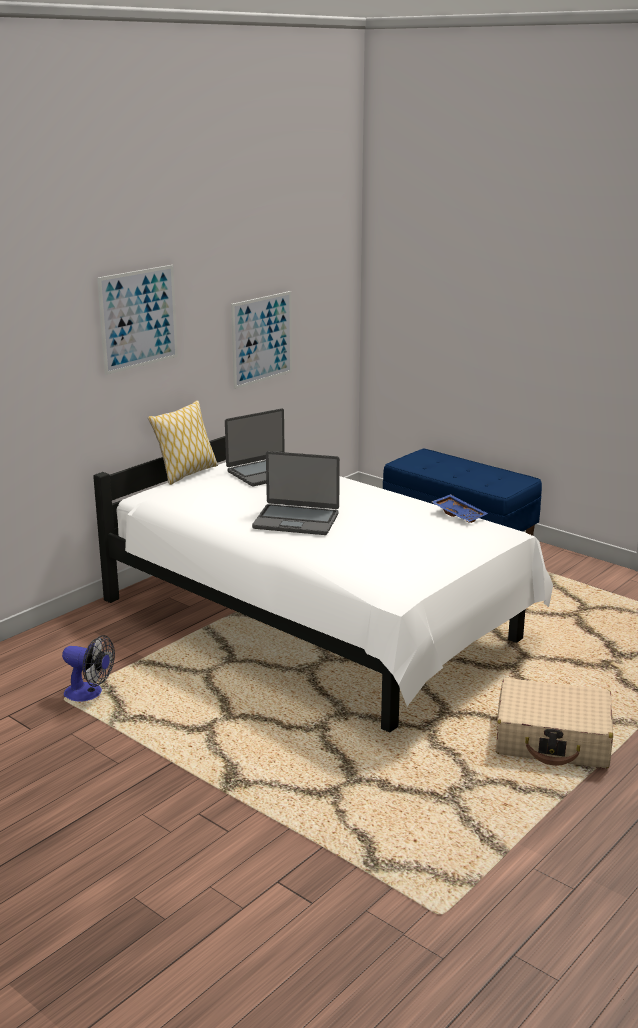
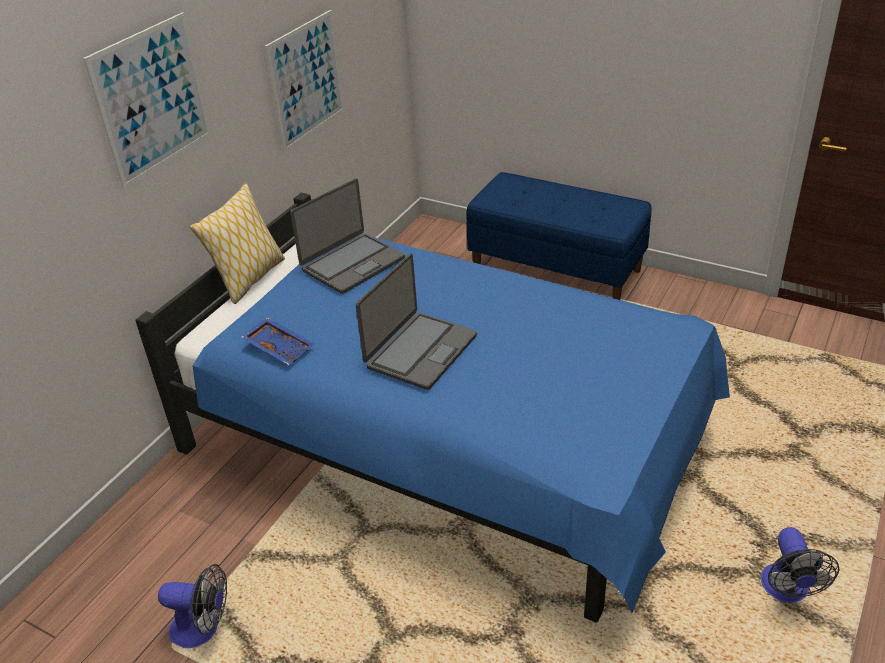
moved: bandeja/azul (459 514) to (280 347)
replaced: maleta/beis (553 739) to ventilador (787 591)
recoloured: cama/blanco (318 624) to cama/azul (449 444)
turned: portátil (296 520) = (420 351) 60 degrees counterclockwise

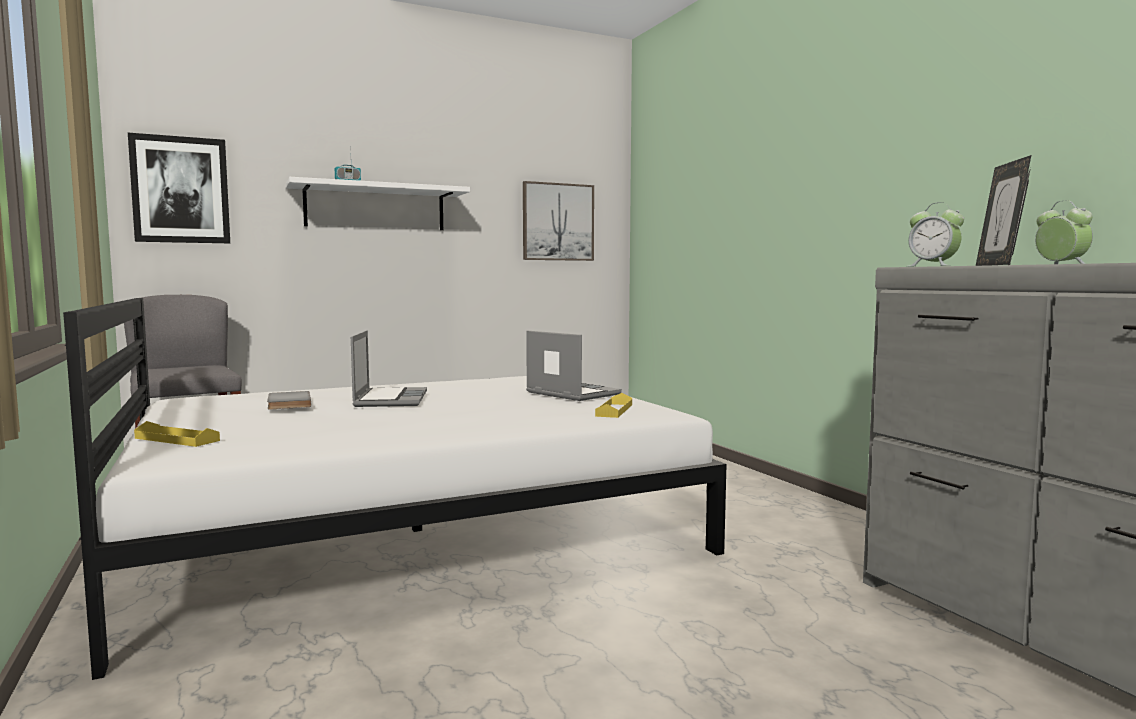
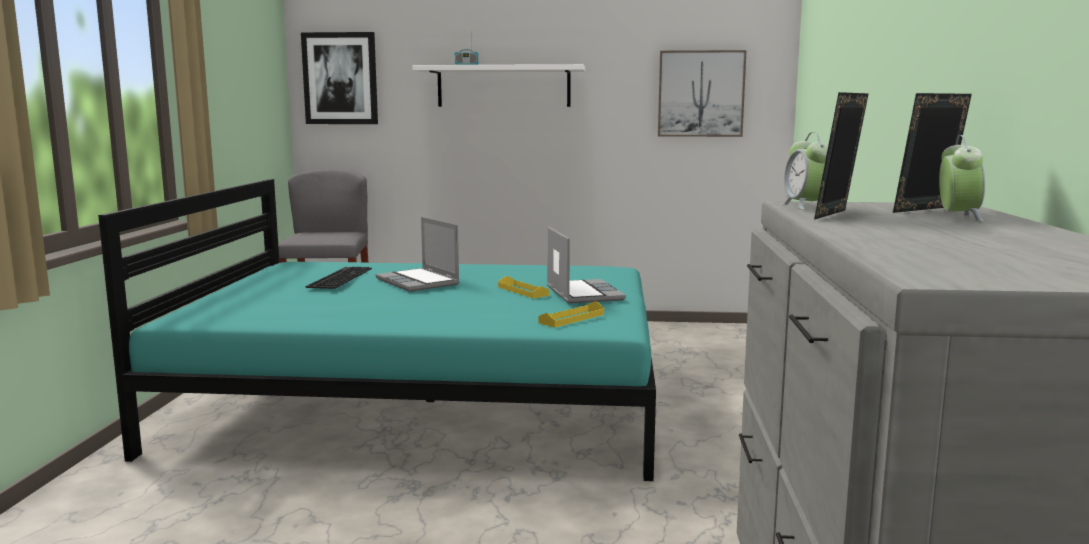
moved: bandeja/amarillo (177 439) to (523 291)
replaced: libro/gris (287 403) to teclado (339 277)
recoloured: cama/blanco (410 530) to cama/turquesa (425 400)
turned: portátil (390 399) = (419 282) 120 degrees clockwise

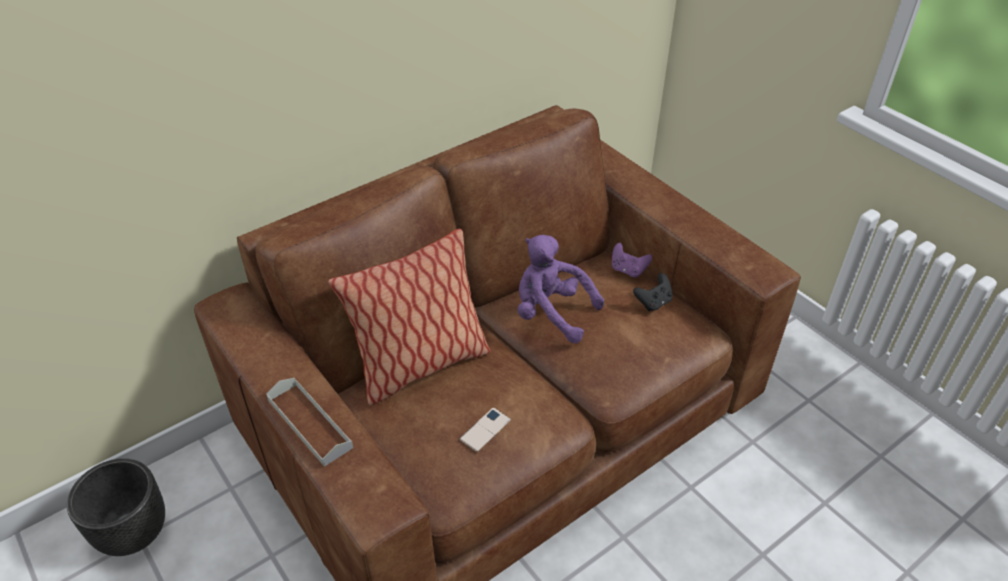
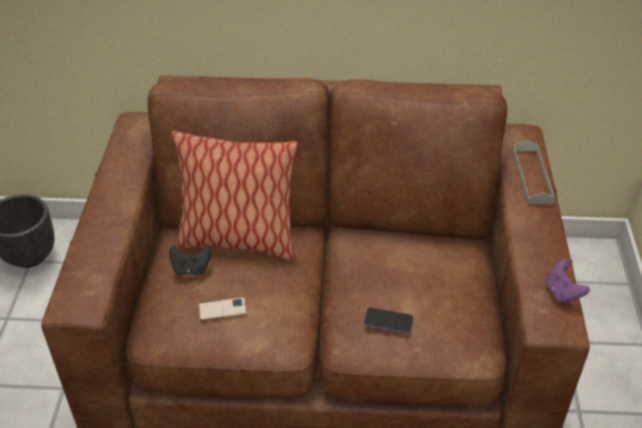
removed: peluche/morado (551 313)
added: móvil (388 322)
moved: mando de consola/negro (653 302) to (191 269); bandeja/gris (309 423) to (532 176); mando de consola/morado (628 270) to (562 292)

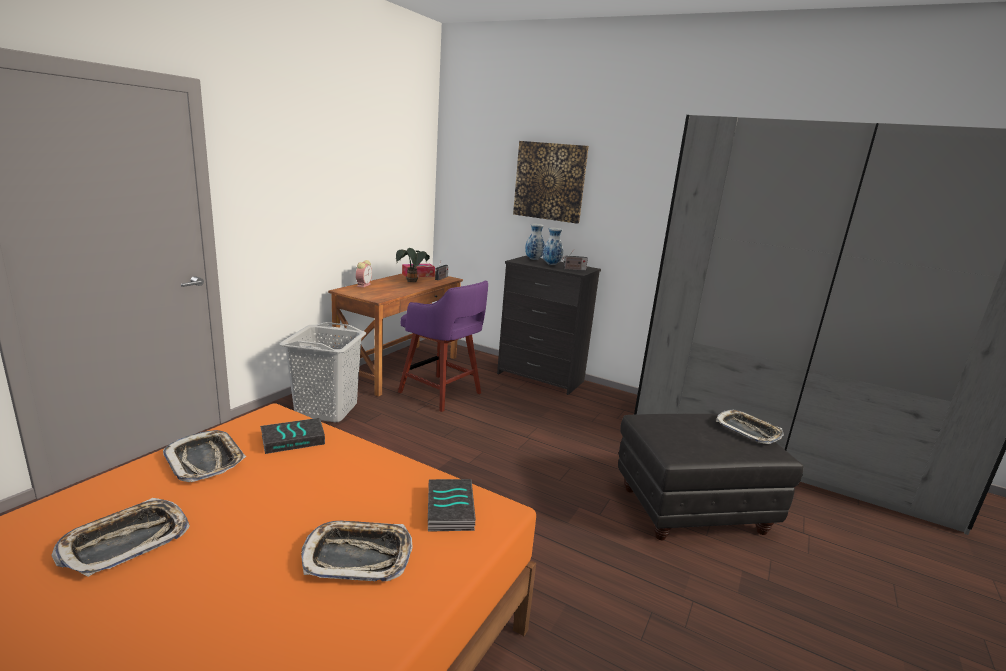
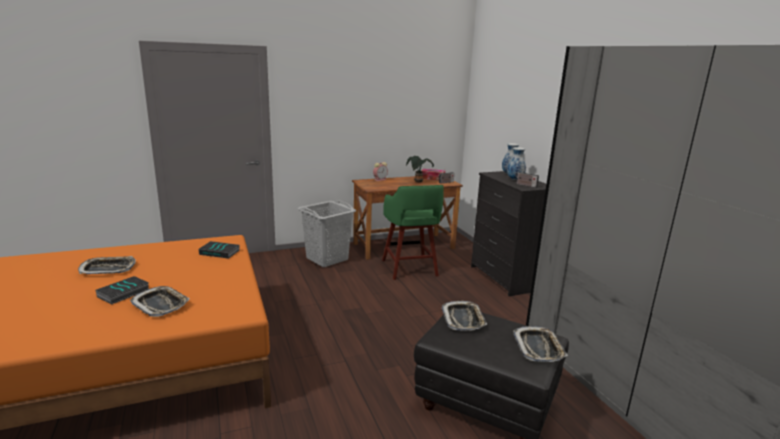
removed: cuadro (550 181)
moved: libro (451 510) to (123 293); bandeja (205 460) to (463 319)
recoloured: taburete/morado (442 393) to taburete/verde (409 269)

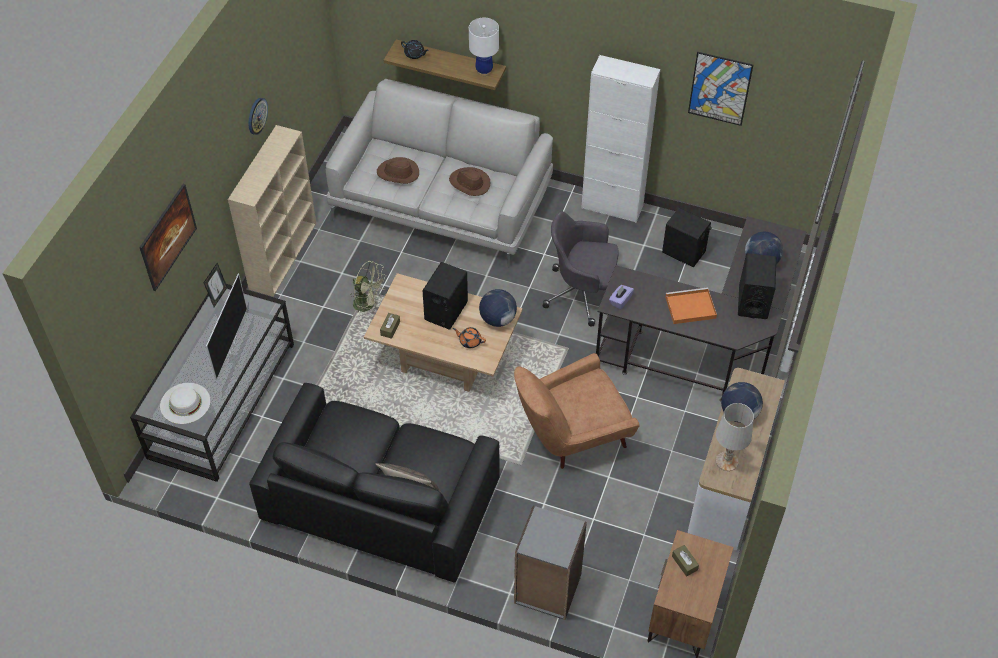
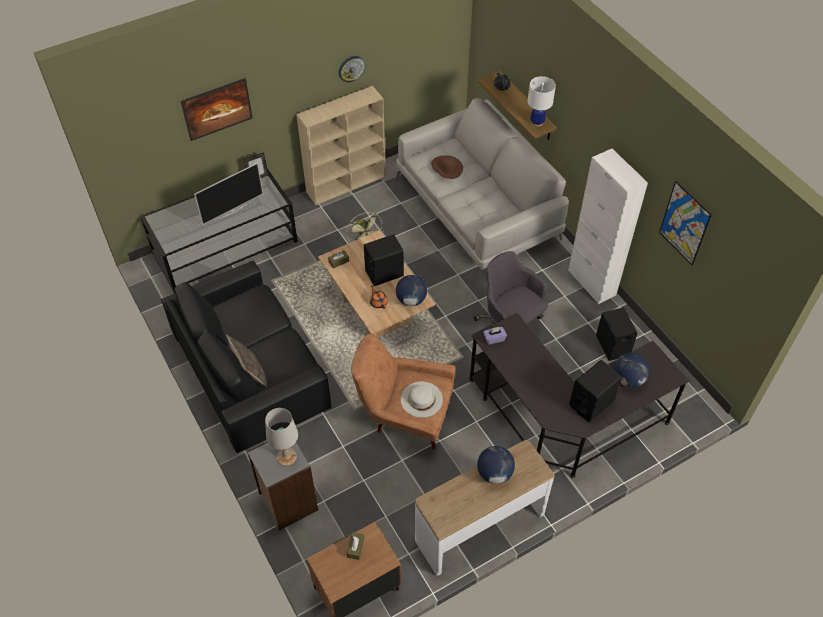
removed: sombrero/marrón (469 183); bandeja/naranja (689 308)
moved: lámpara de mesa/blanco (726 461) to (287 456); sombrero/blanco (185 403) to (421 399)

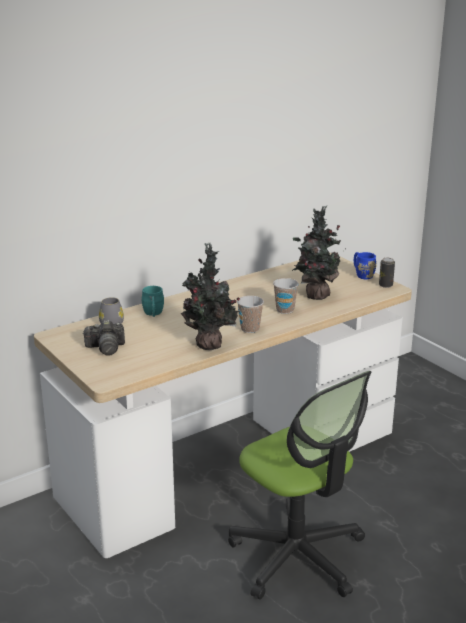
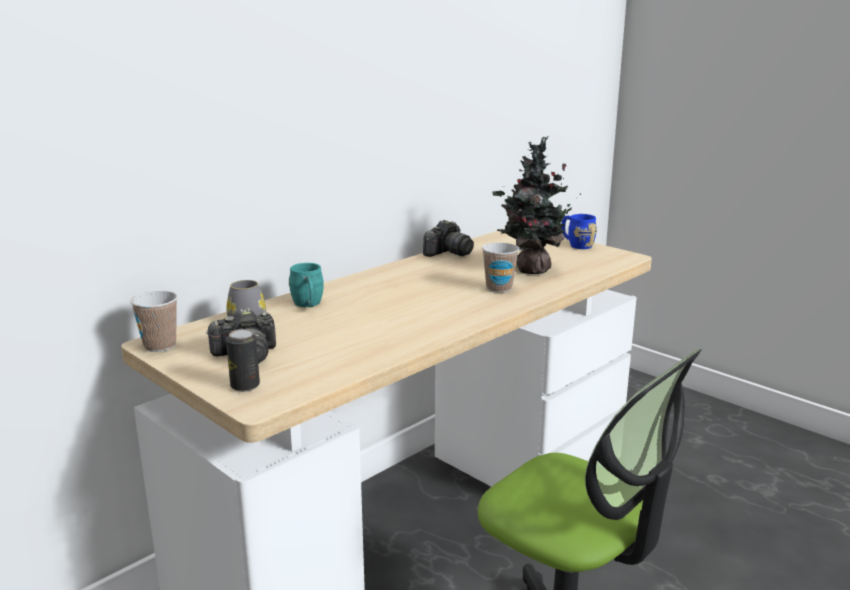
removed: planta en maceta (210 346)
added: cámara (448 253)
moved: taza (250 329) to (160 346); lata (385 285) to (245 386)

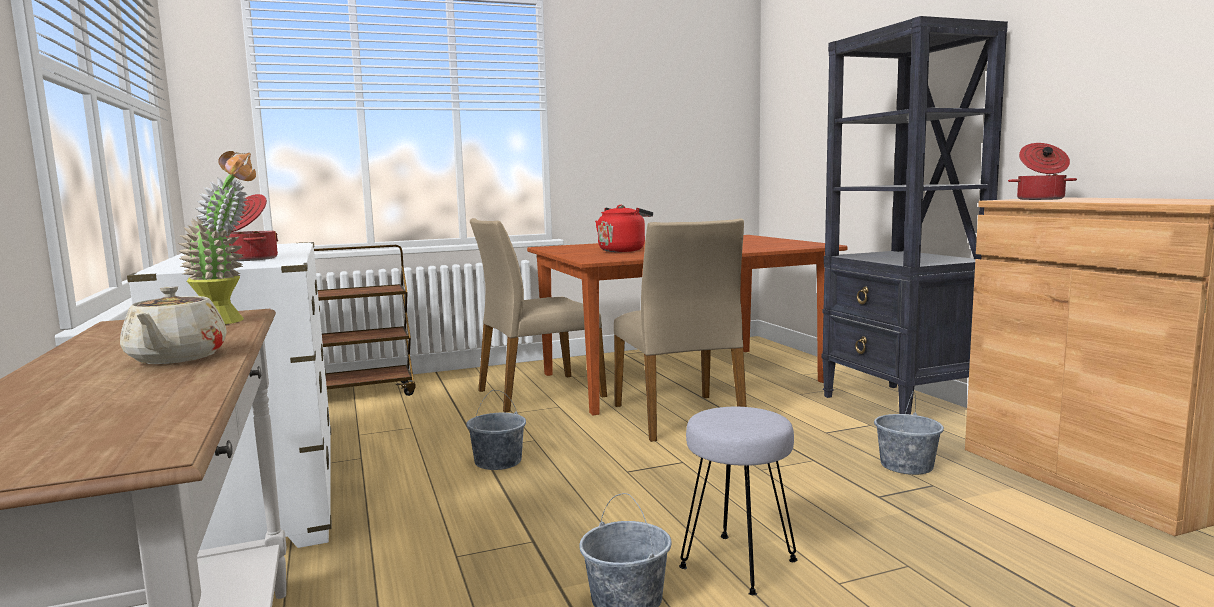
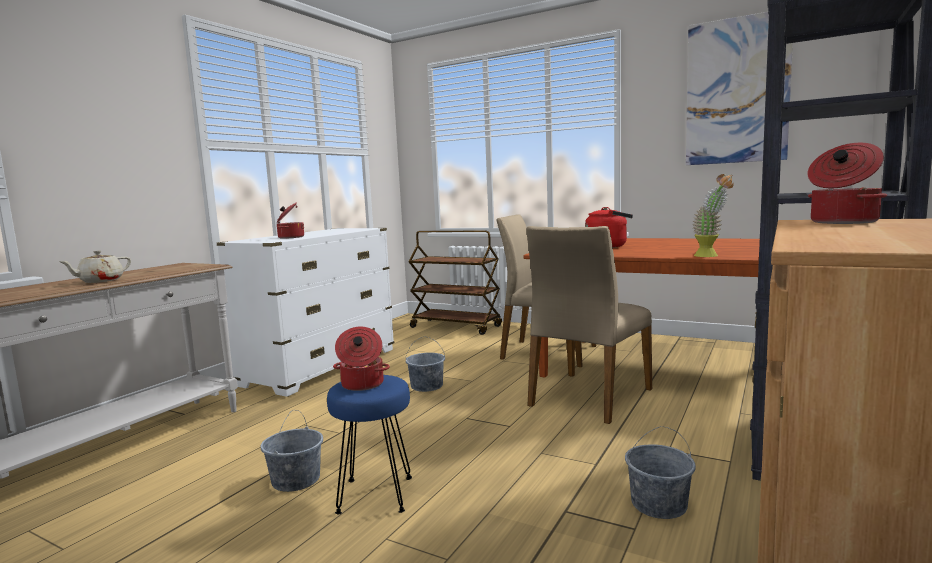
added: olla (362 385); cuadro (736 91)
moved: planta en maceta (230 321) to (711 256)
recoloured: taburete/gris (739 563) to taburete/azul (376 495)

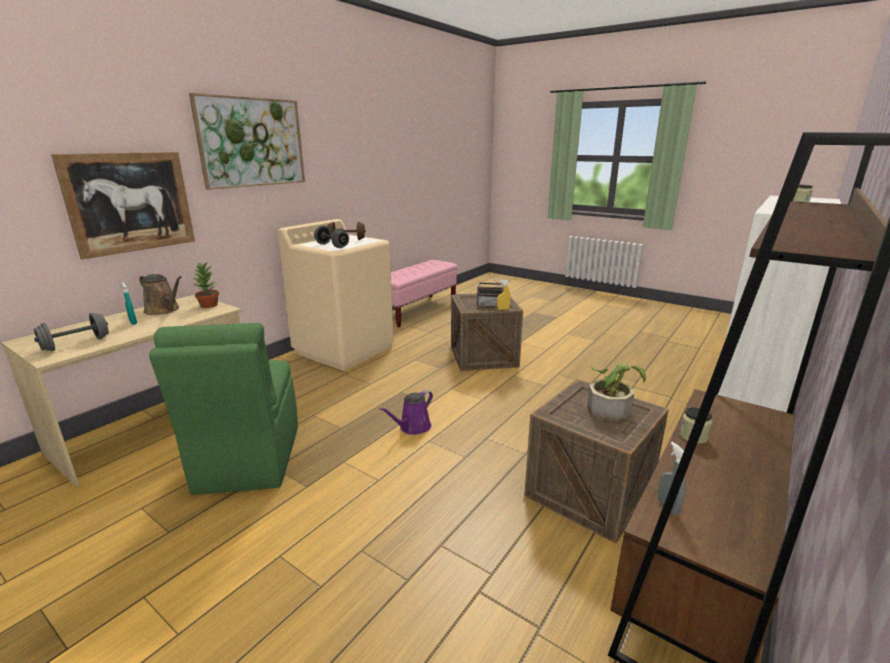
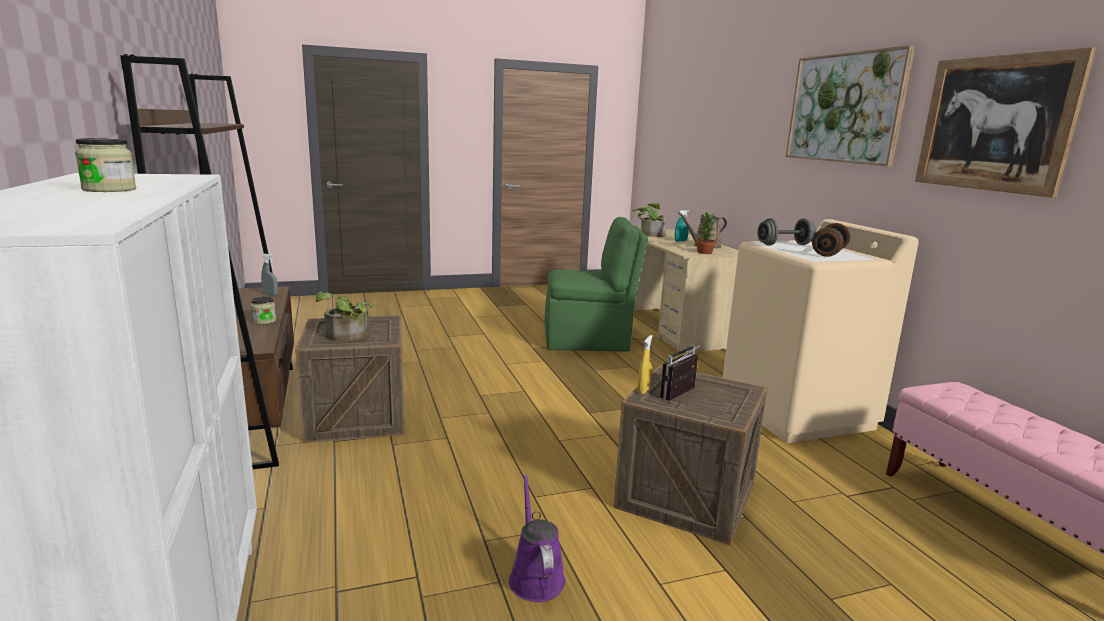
moved: regadera/morado (413 428) to (535 577); cuadro (130 202) to (995 123)
replaced: mancuerna/gris (76 344) to planta en maceta (649 234)
turned: silla/verde (248 460) = (589 341) 150 degrees clockwise

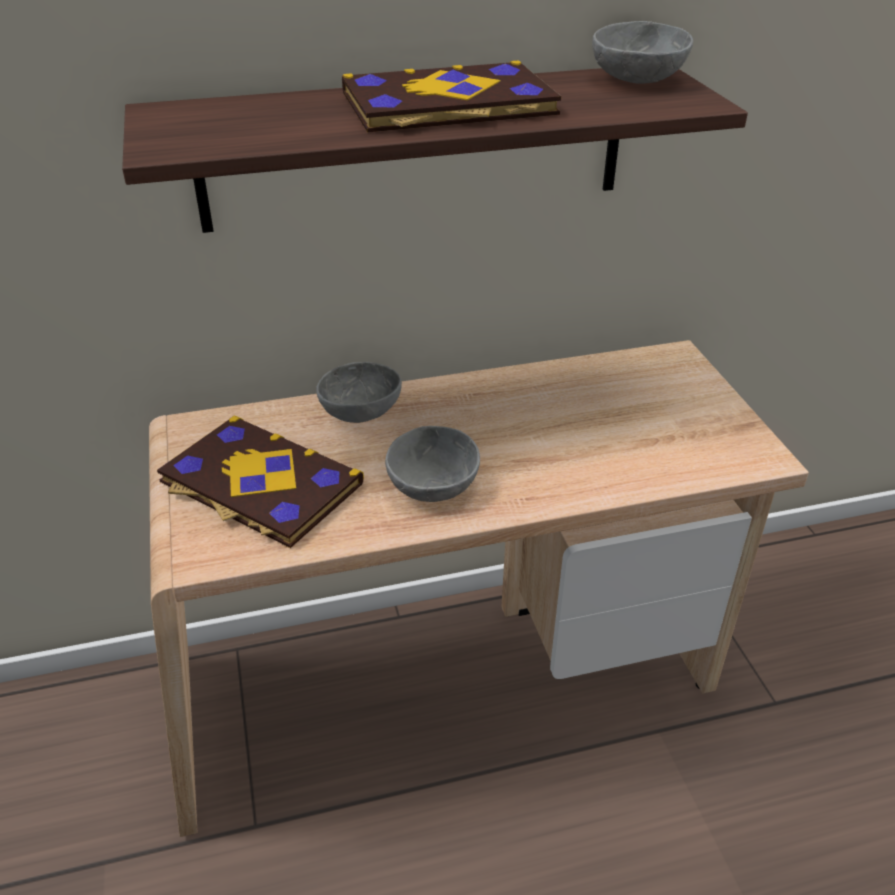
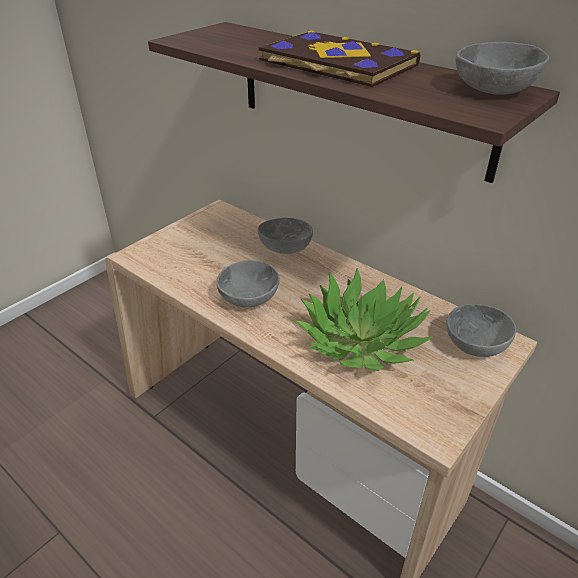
removed: libro (259 484)
added: planta en maceta (361 340); cuenco/gris (474 344)

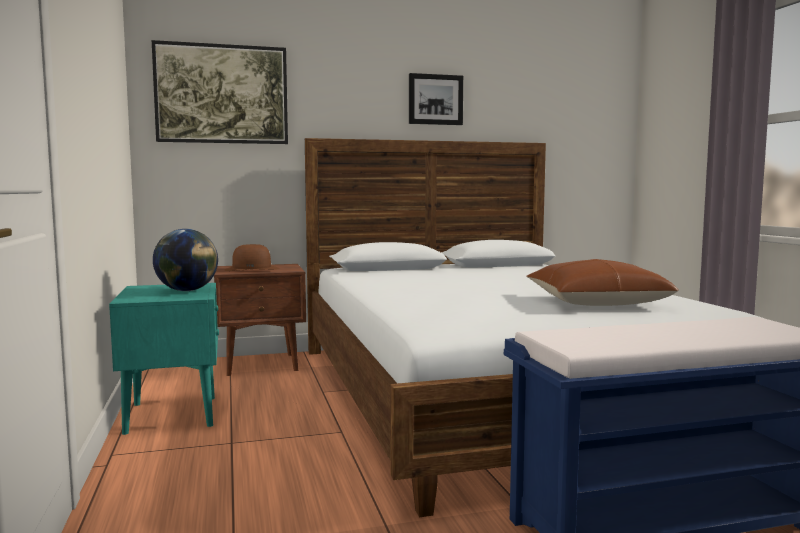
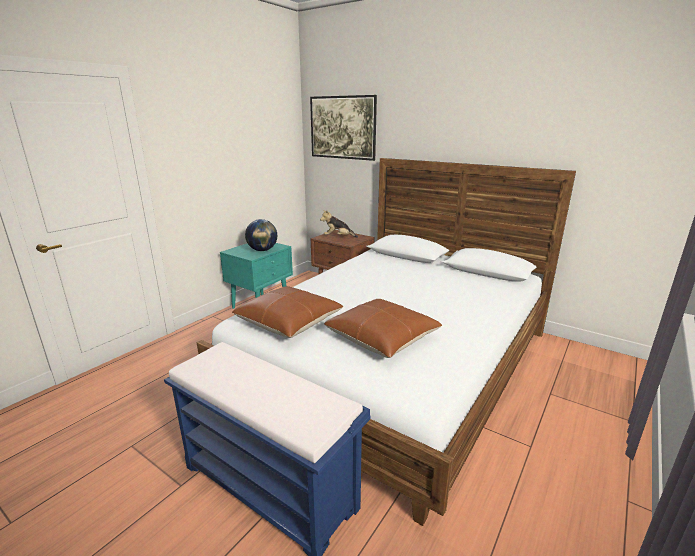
removed: cuadro (435 99)
added: cojín/marrón (288 321)
replaced: sombrero/marrón (252 269) to peluche (338 237)

